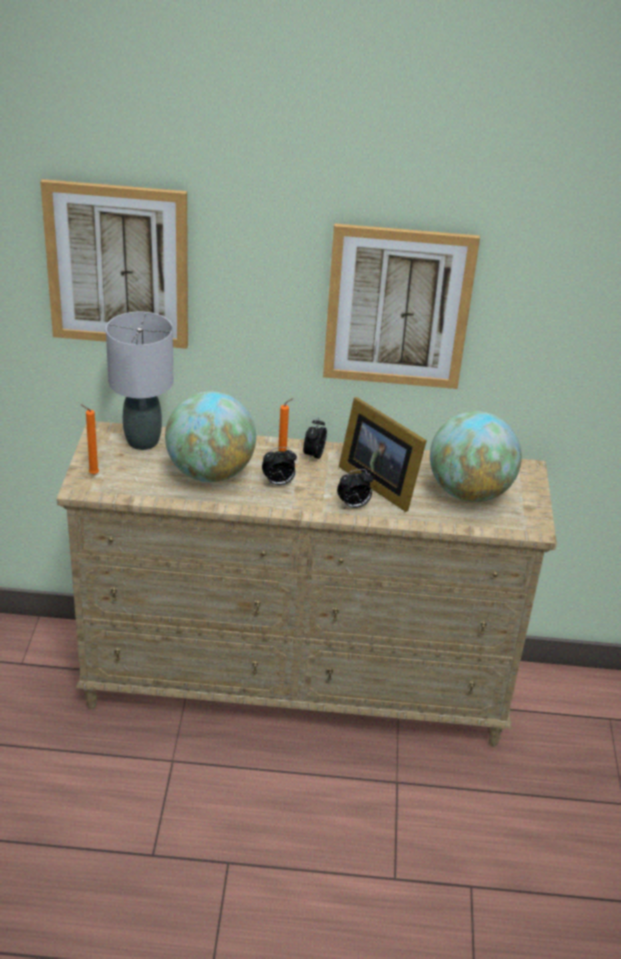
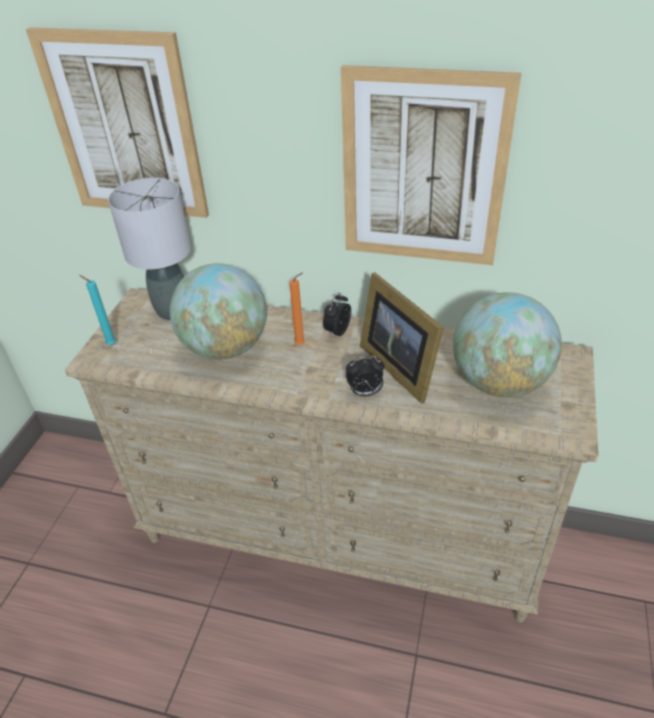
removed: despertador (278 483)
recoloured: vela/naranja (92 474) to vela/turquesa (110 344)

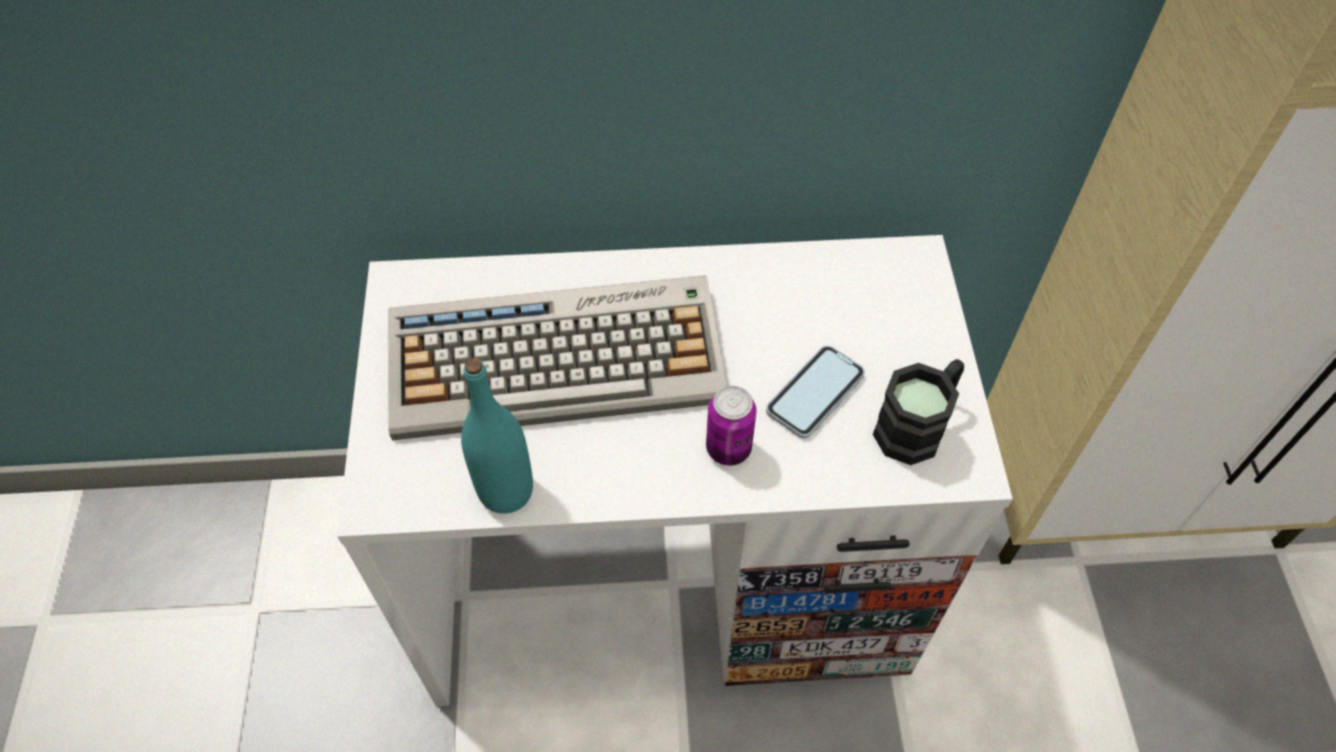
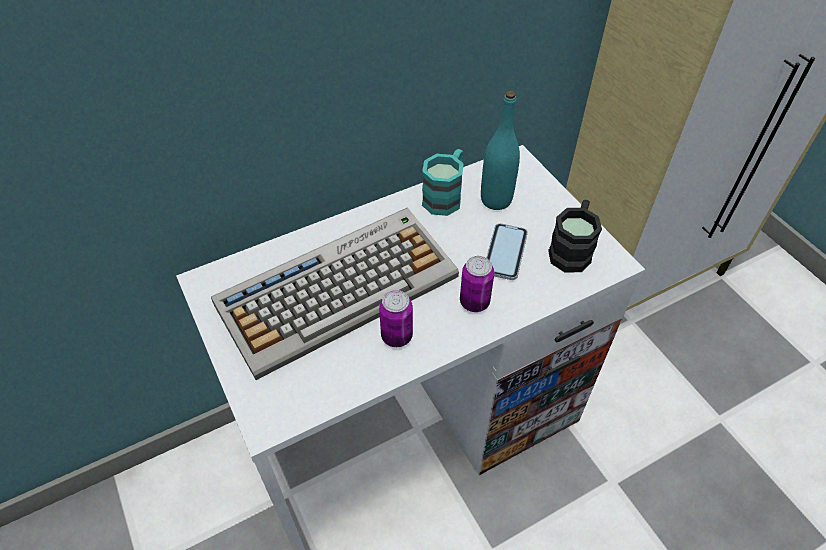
added: lata (396 336); taza grande/turquesa (445 195)
moved: botella/turquesa (506 491) to (496 200)

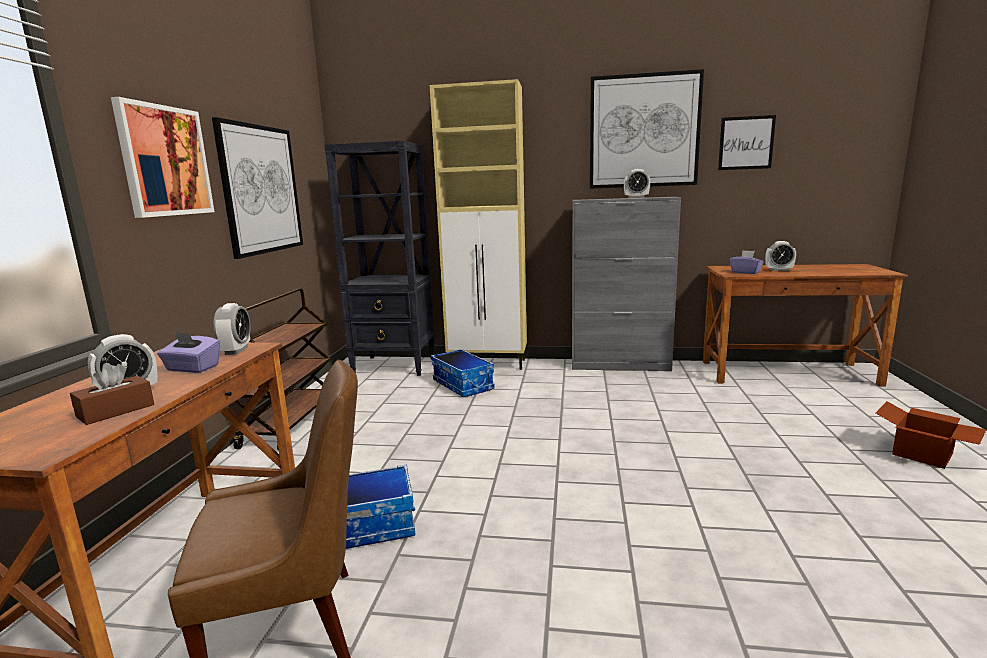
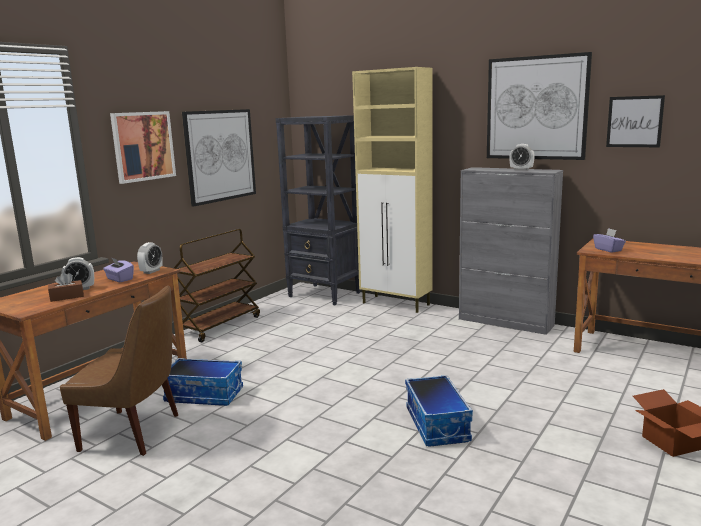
removed: despertador (779 270)
moved: caja de almacenaje (463 385) to (438 425)

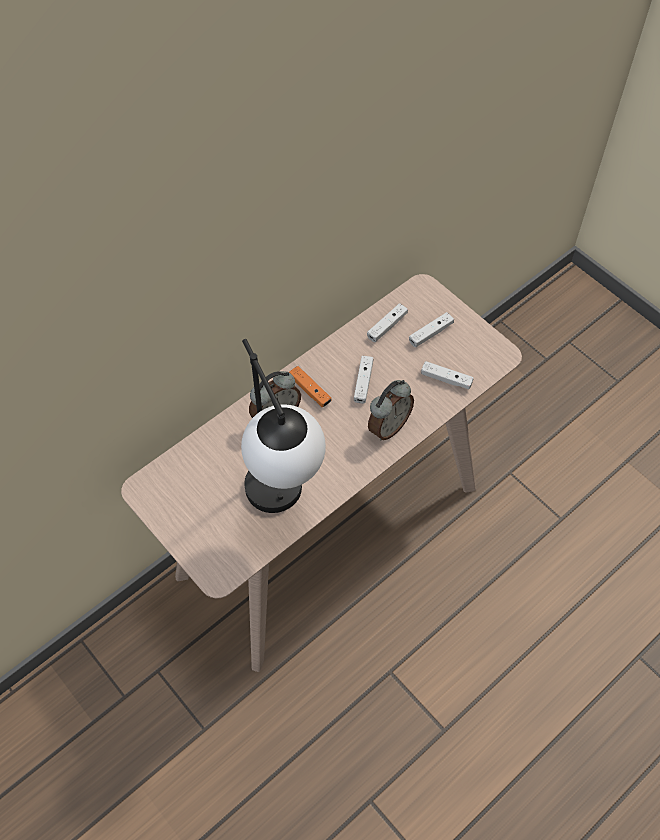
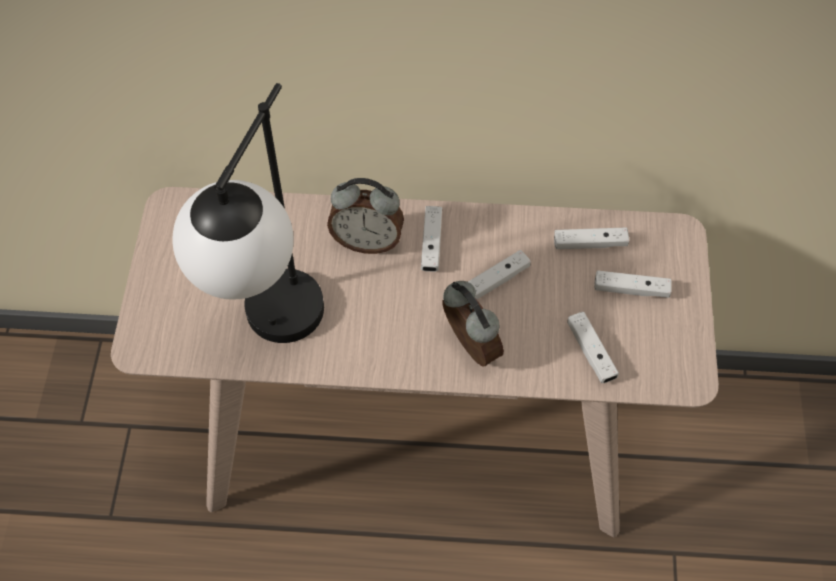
recoloured: mando de consola/naranja (310 390) to mando de consola/blanco (431 244)
turned: despertador (388 426) = (468 348) 120 degrees counterclockwise

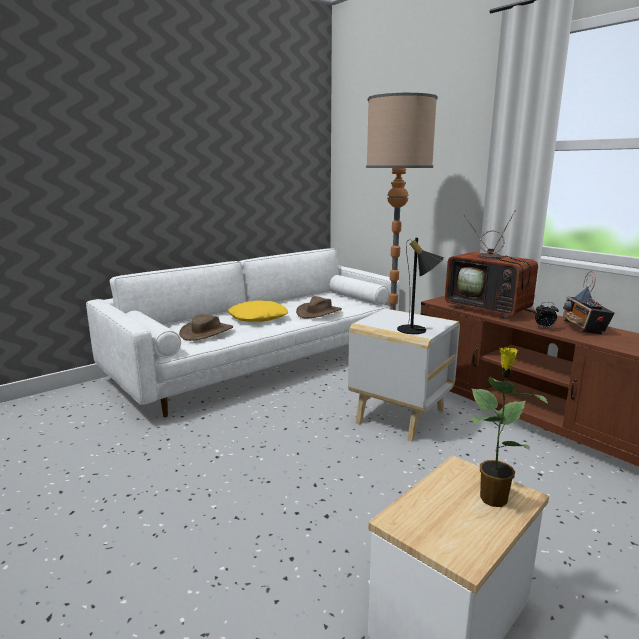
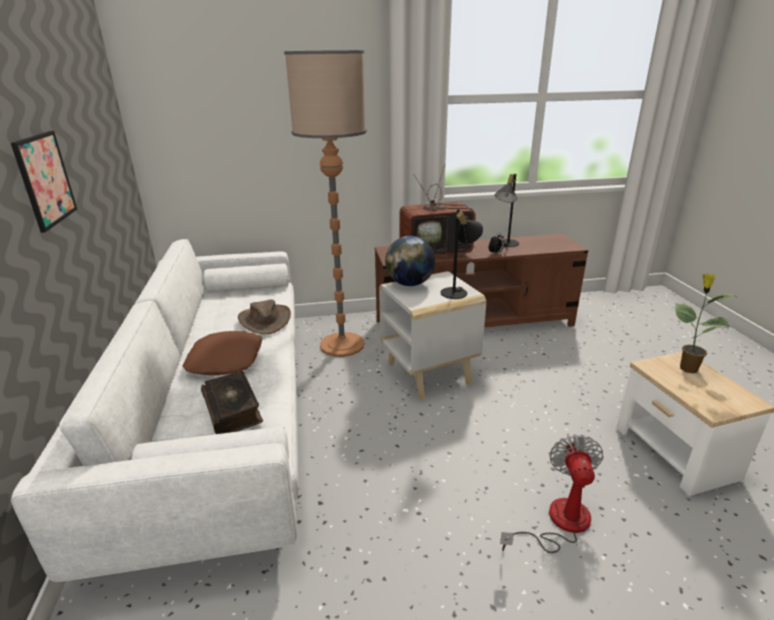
added: cuadro (45 179); globo terráqueo (409 284); ventilador (558 523)
replaced: sombrero/marrón (207 332) to libro (233 410); radio (583 328) to lámpara de mesa/negro (505 244)
recoloured: cojín/amarillo (258 317) to cojín/marrón (224 360)

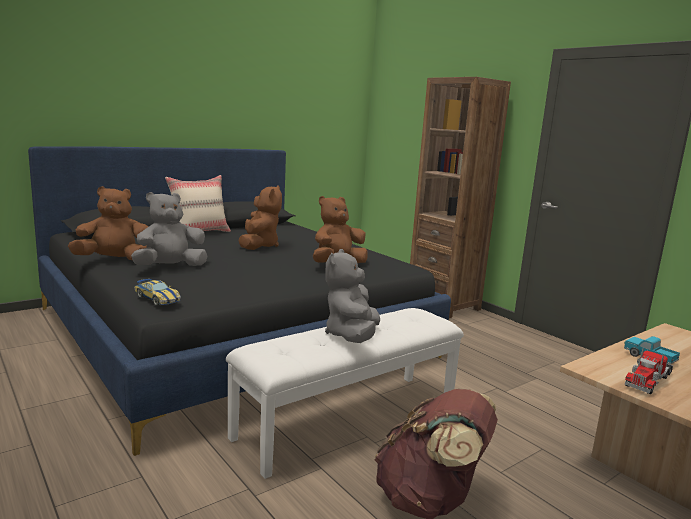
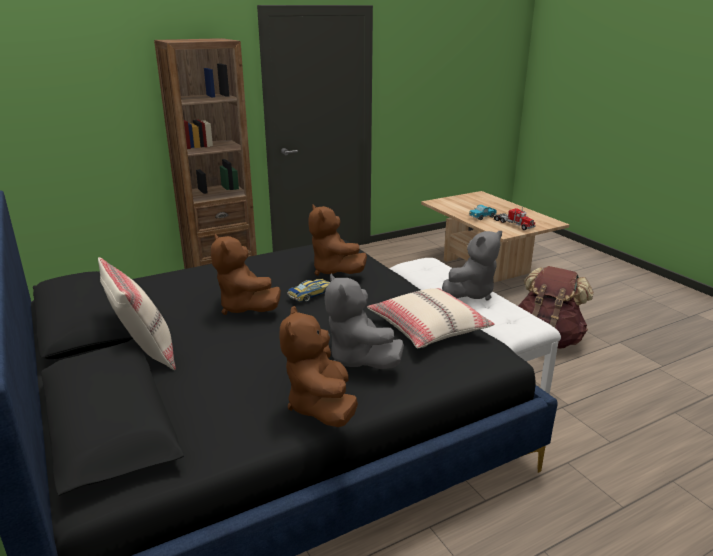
added: cojín/beis (428 328)
moved: coche de juguete (157 298) to (311 294)
turned: peluche/marrón (259 245) = (245 307) 135 degrees counterclockwise; peluche/gris (351 336) = (471 293) 60 degrees counterclockwise

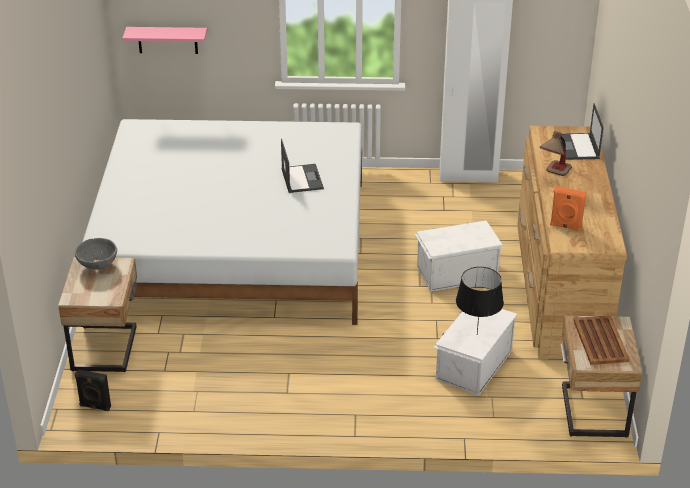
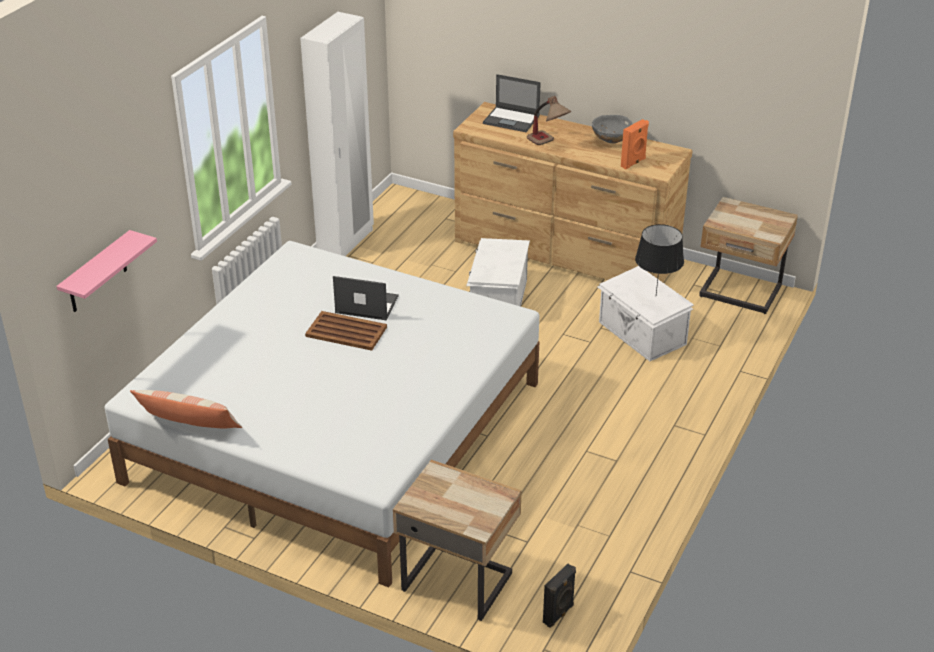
added: cojín (189 425)
moved: bandeja/marrón (600 340) to (345 331); cuenco/gris (98 266) to (611 141)

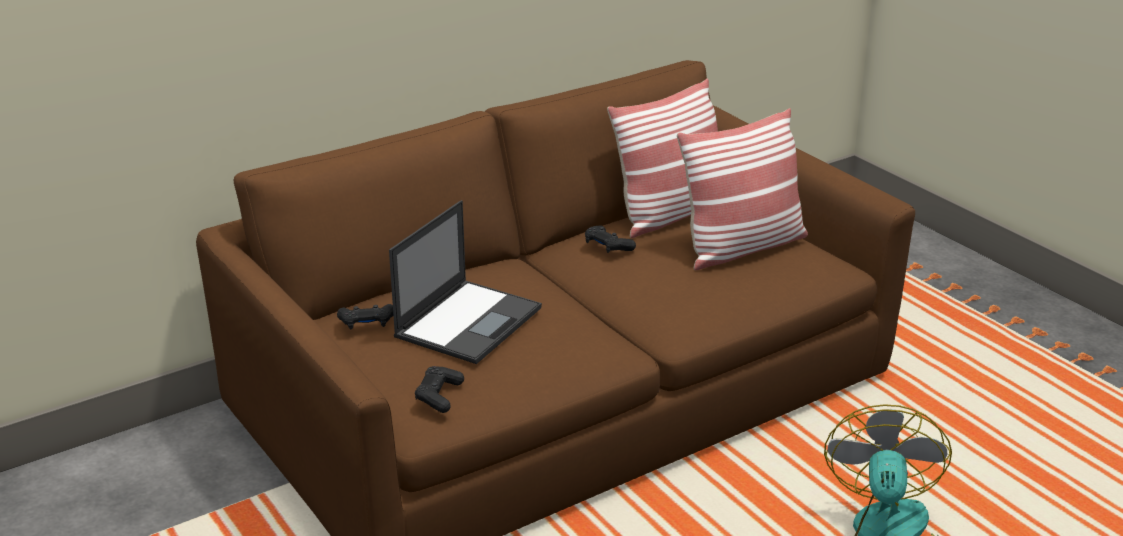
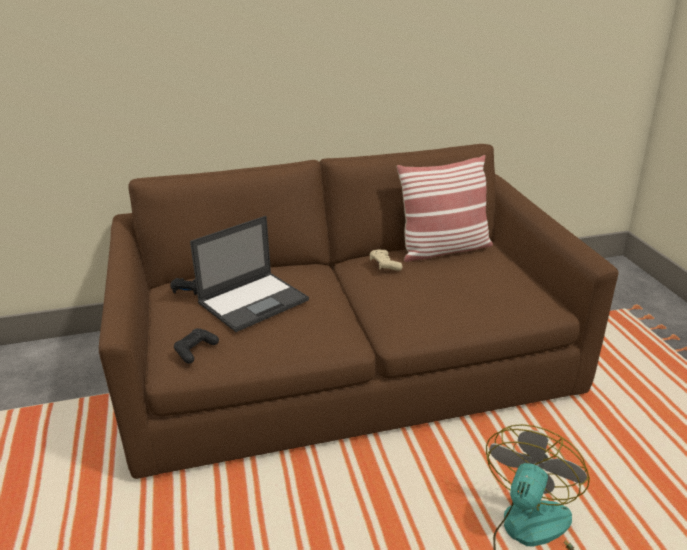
removed: cojín (742 247)
recoloured: mando de consola/negro (608 246) to mando de consola/beis (384 265)

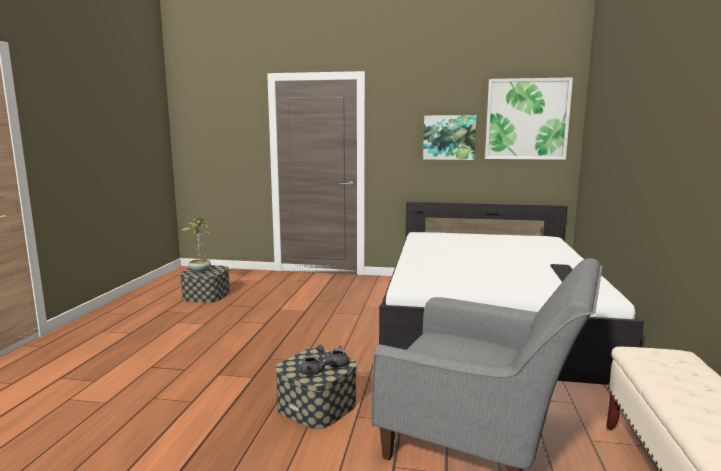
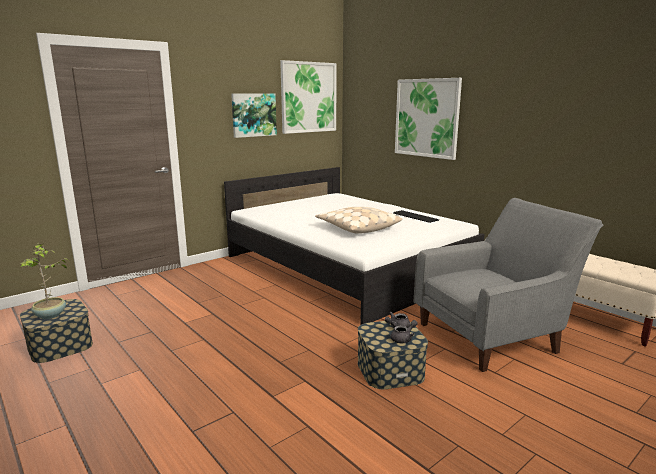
added: cojín/beis (357 228); cuadro (426 118)

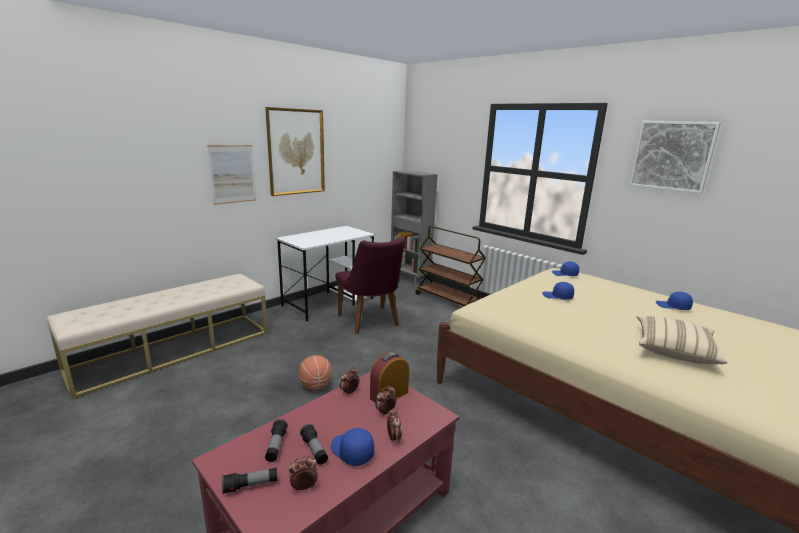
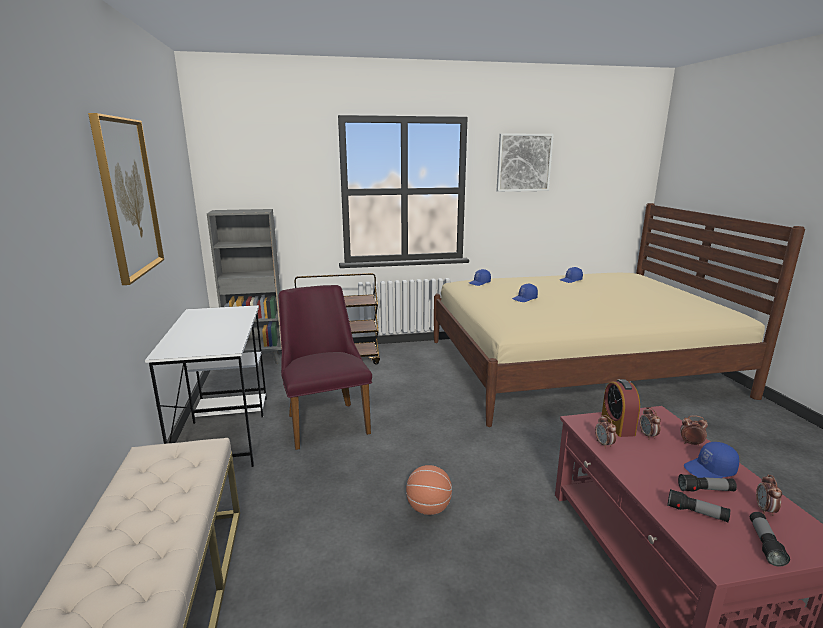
removed: cuadro (232 174); cojín/beis (673 350)
turned: silla/morado (371 322) = (325 420) 120 degrees counterclockwise

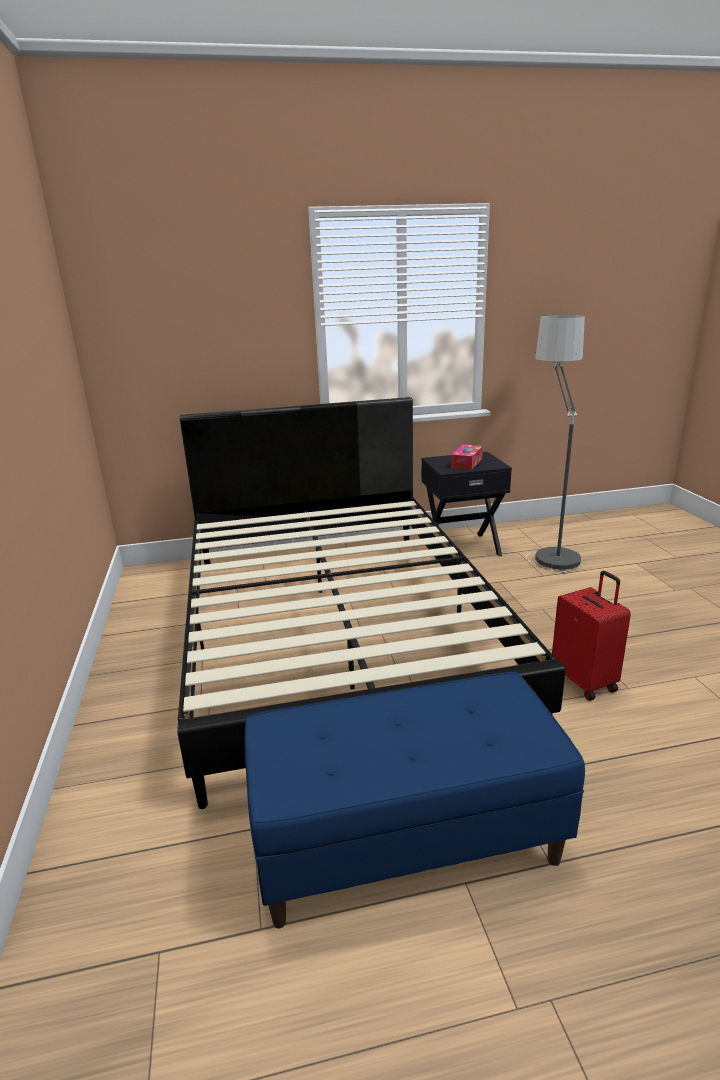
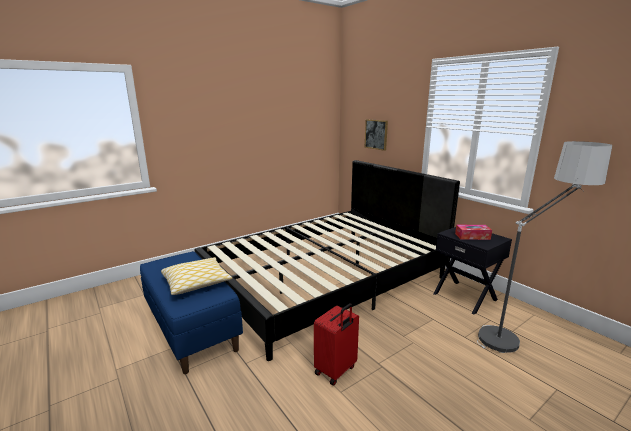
added: cojín (196 282); cuadro (376 134)

